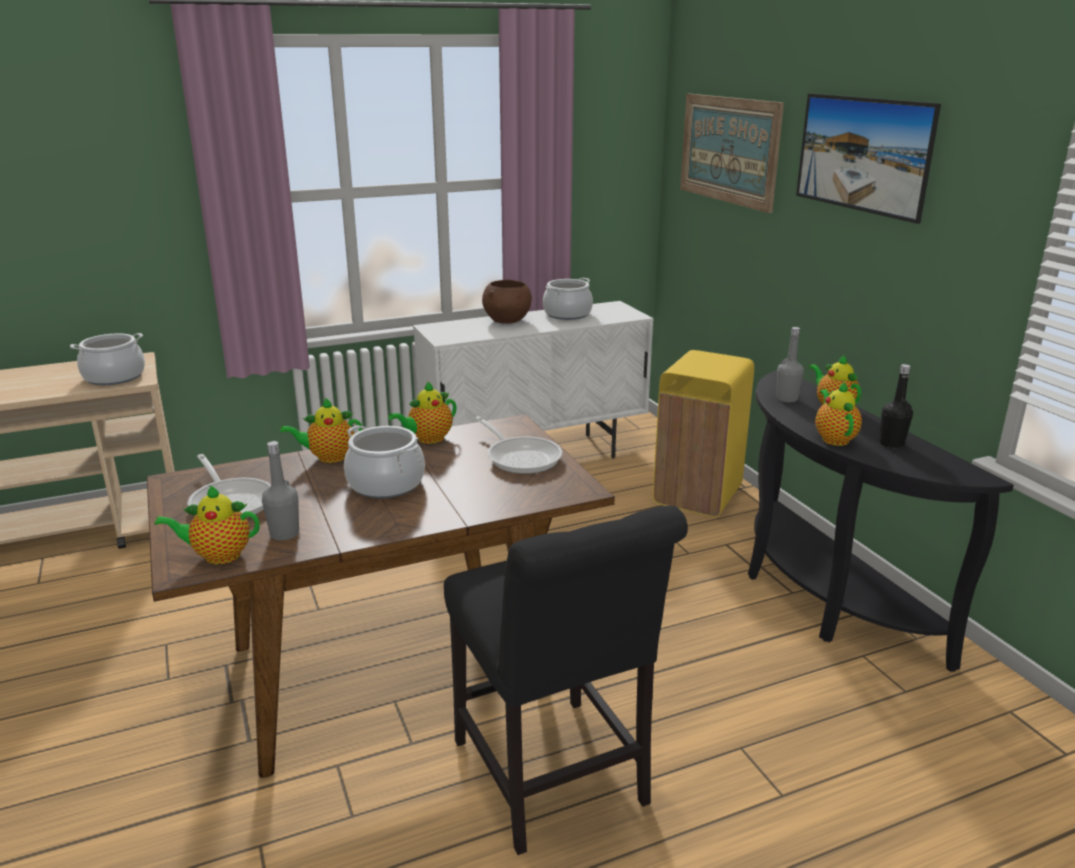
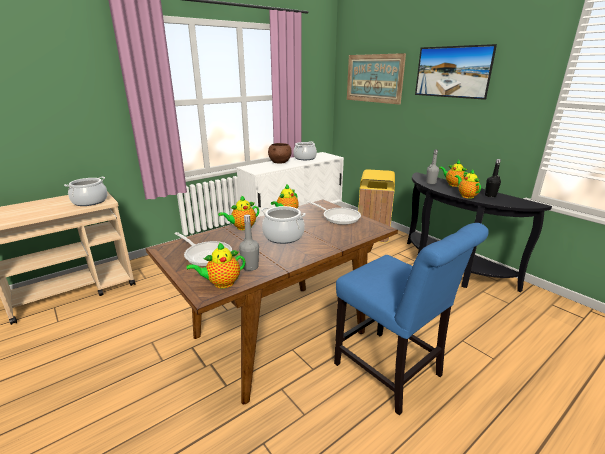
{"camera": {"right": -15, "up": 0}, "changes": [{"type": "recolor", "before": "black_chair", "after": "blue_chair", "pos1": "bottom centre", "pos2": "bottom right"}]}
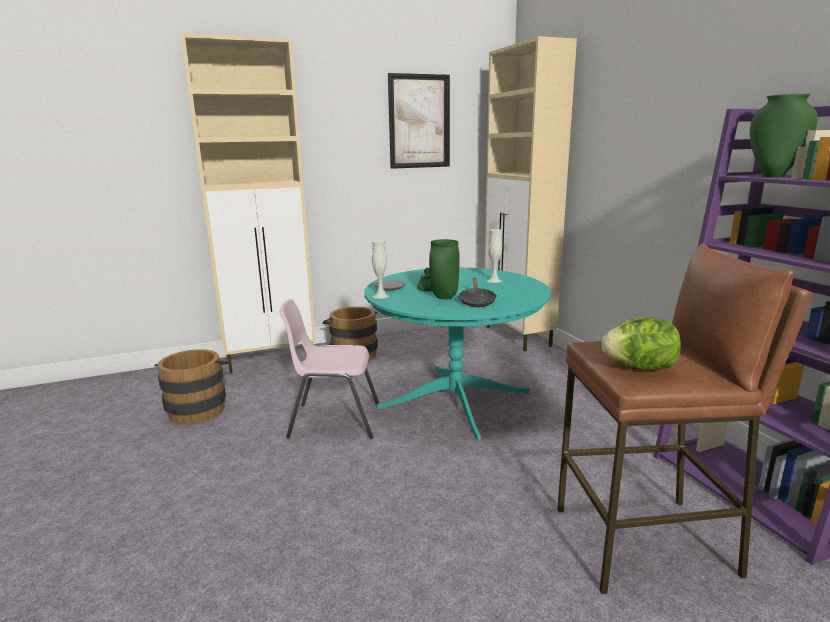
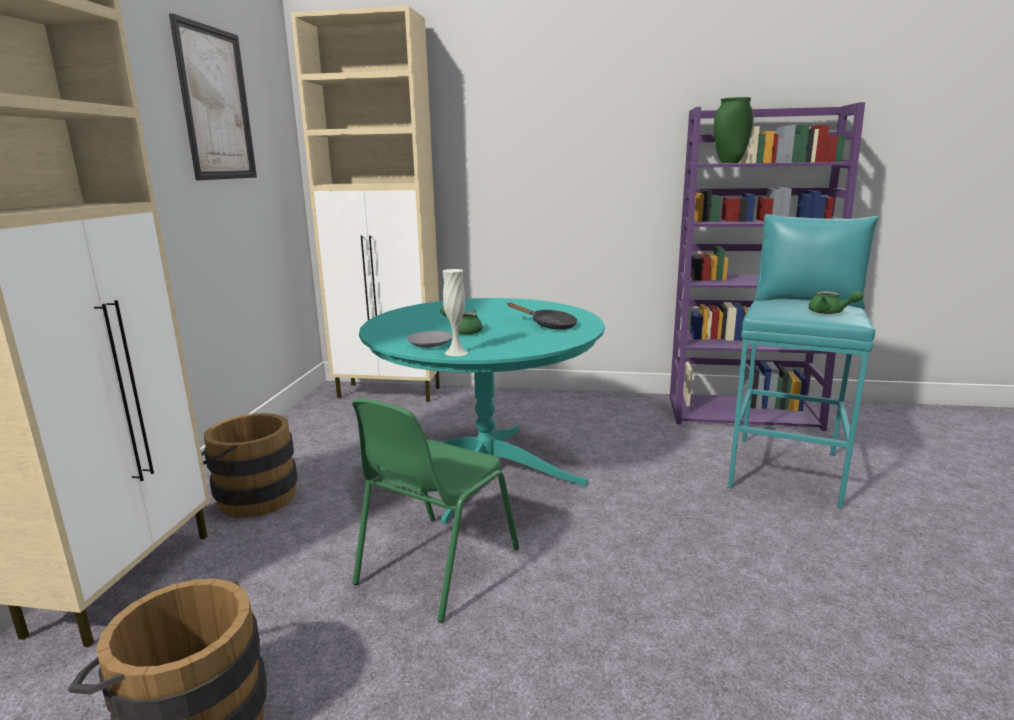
{"camera": {"right": -60, "up": 0}, "changes": [{"type": "recolor", "before": "pink_chair", "after": "green_chair", "pos1": "centre", "pos2": "bottom centre"}, {"type": "recolor", "before": "brown_stool", "after": "turquoise_stool", "pos1": "bottom right", "pos2": "middle right"}, {"type": "replace", "before": "lettuce", "after": "green_teapot (2nd from left)", "pos1": "middle right", "pos2": "middle right"}, {"type": "delete", "before": "green_vase (1st from left)", "pos1": "centre"}, {"type": "delete", "before": "white_vase (2nd from left)", "pos1": "centre"}]}
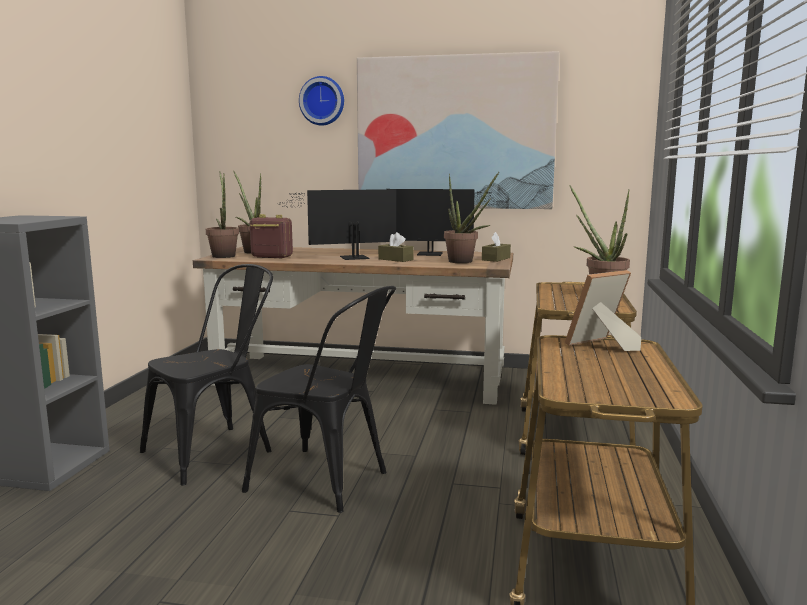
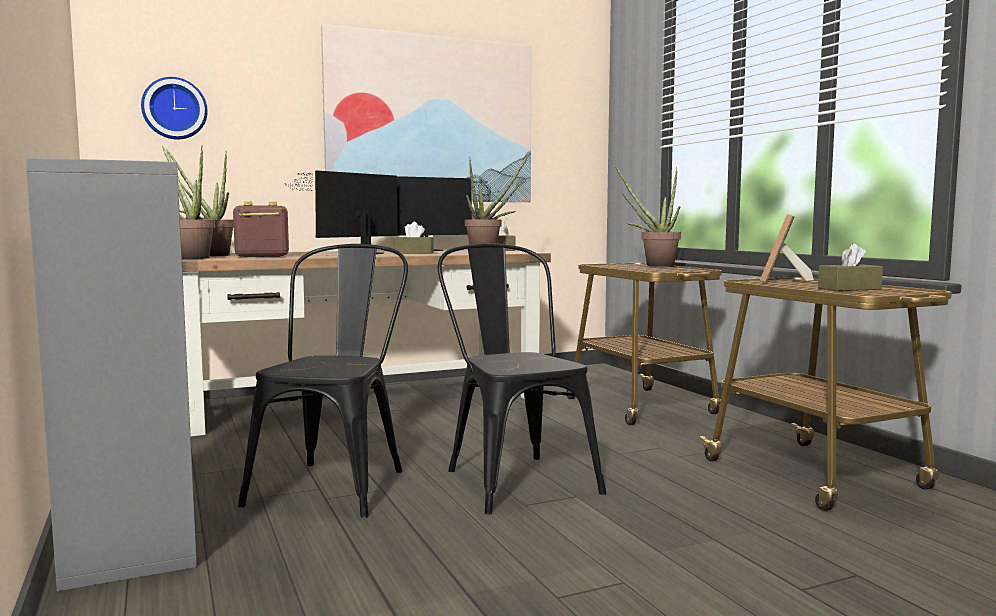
{"camera": {"right": -35, "up": -5}, "changes": [{"type": "move", "before": "wall_clock", "pos1": "top centre", "pos2": "top left"}, {"type": "rotate", "before": "black_chair (2nd from left)", "pos1": "centre", "pos2": "centre", "turn": -105}, {"type": "insert", "after": "brown_tissue_box (3rd from left)", "pos2": "middle right"}]}
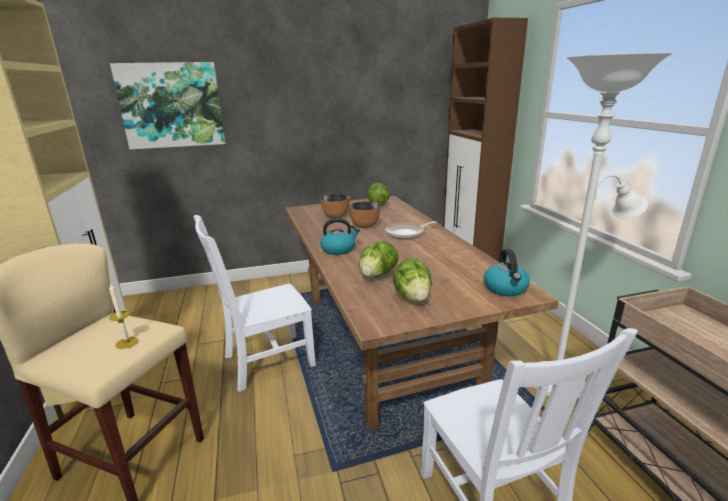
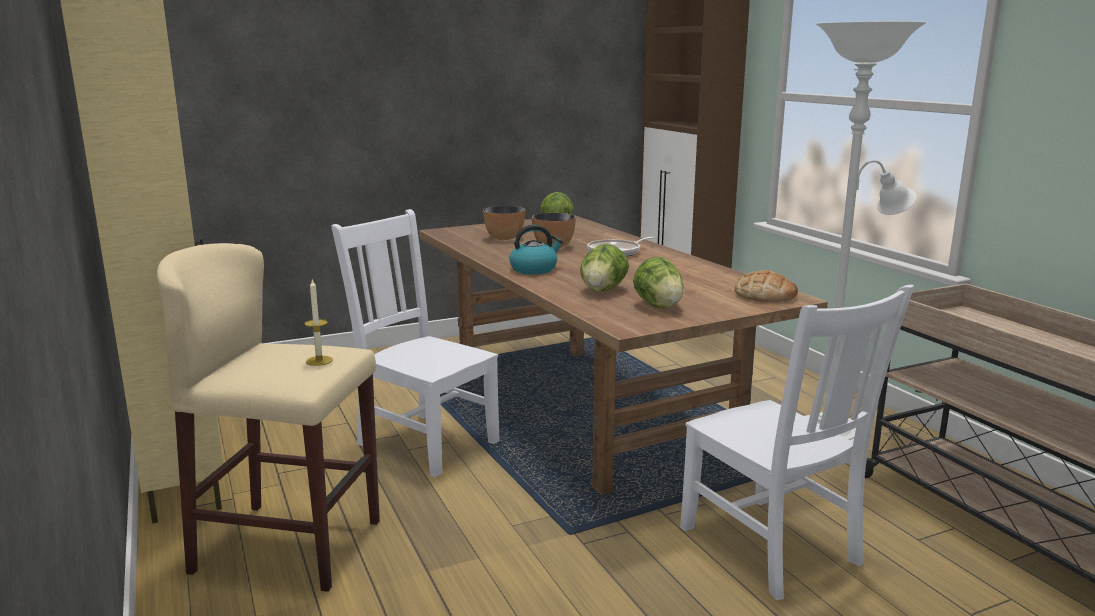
{"camera": {"right": -10, "up": -5}, "changes": [{"type": "rotate", "before": "white_chair (1st from left)", "pos1": "centre", "pos2": "centre", "turn": 75}, {"type": "replace", "before": "kettle (2nd from left)", "after": "bread", "pos1": "middle right", "pos2": "middle right"}, {"type": "delete", "before": "picture", "pos1": "top left"}]}
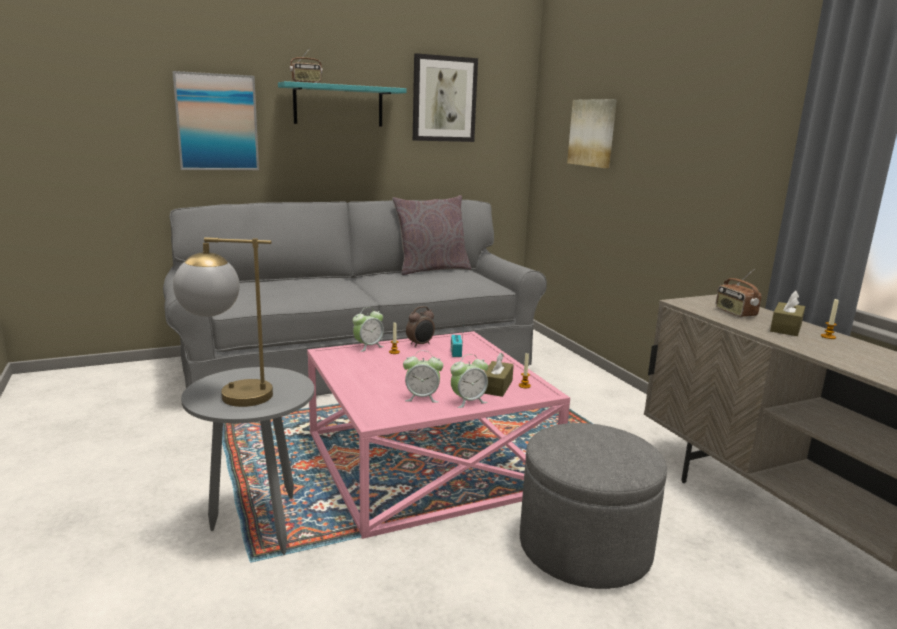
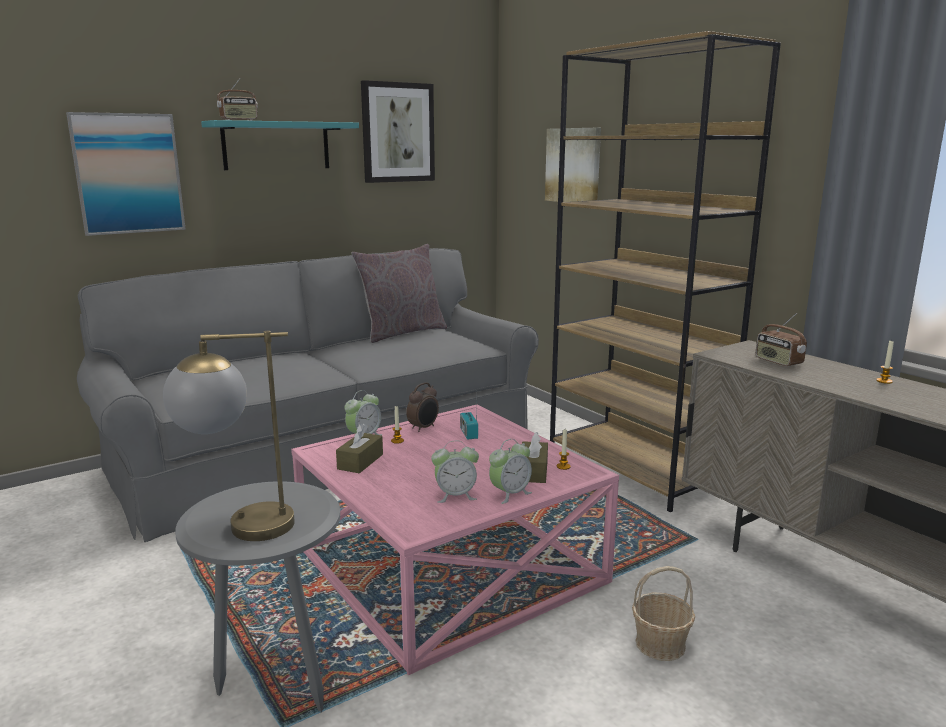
{"camera": {"right": -10, "up": 0}, "changes": [{"type": "move", "before": "brown_tissue_box (2nd from left in the first image)", "after": "brown_tissue_box (1st from left)", "pos1": "middle right", "pos2": "centre"}, {"type": "insert", "after": "brown_bookcase", "pos2": "middle right"}, {"type": "replace", "before": "grey_ottoman", "after": "basket", "pos1": "bottom centre", "pos2": "bottom right"}]}
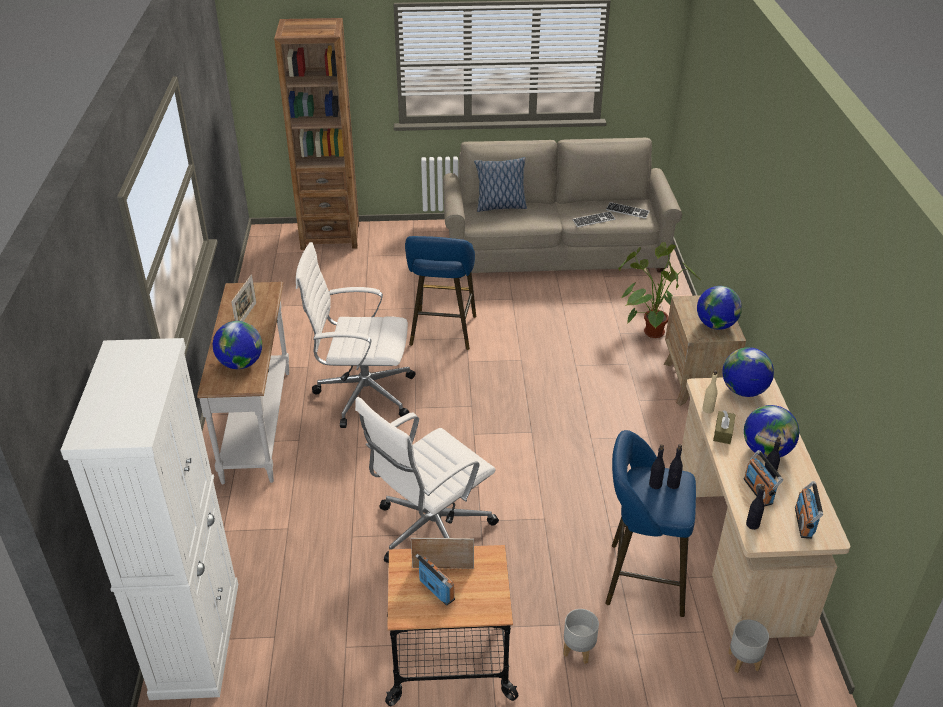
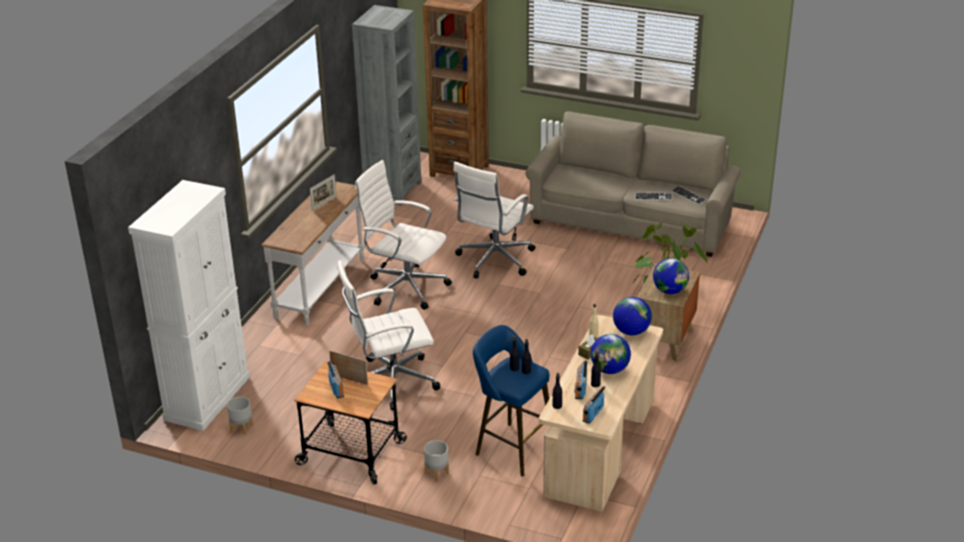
{"camera": {"right": 25, "up": -5}, "changes": [{"type": "move", "before": "grey_planter (2nd from left in the first image)", "after": "grey_planter (1st from left)", "pos1": "bottom right", "pos2": "bottom left"}, {"type": "insert", "after": "grey_bookcase", "pos2": "top centre"}, {"type": "replace", "before": "blue_stool (1st from left)", "after": "white_office_chair (3rd from left)", "pos1": "centre", "pos2": "centre"}, {"type": "delete", "before": "globe (1st from left)", "pos1": "middle left"}, {"type": "delete", "before": "pillow", "pos1": "top centre"}]}
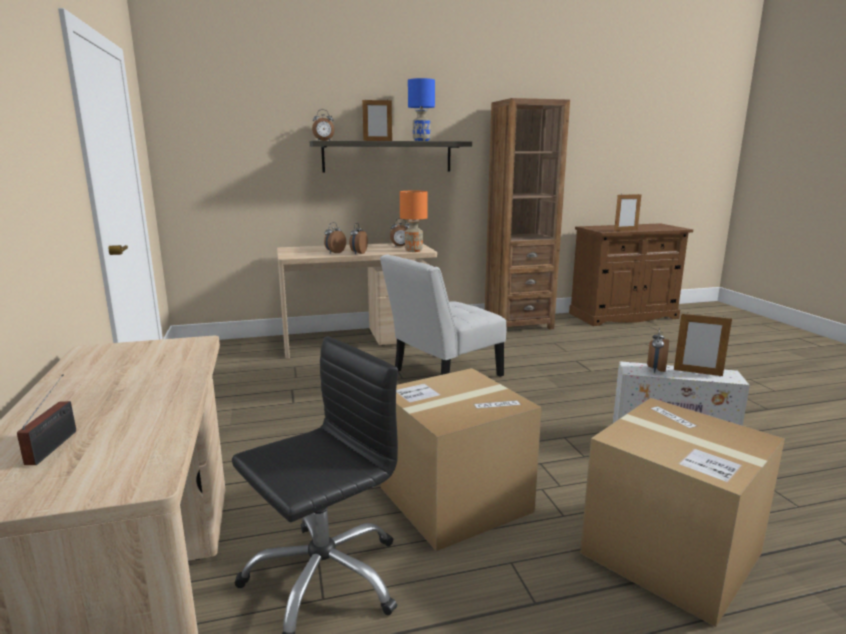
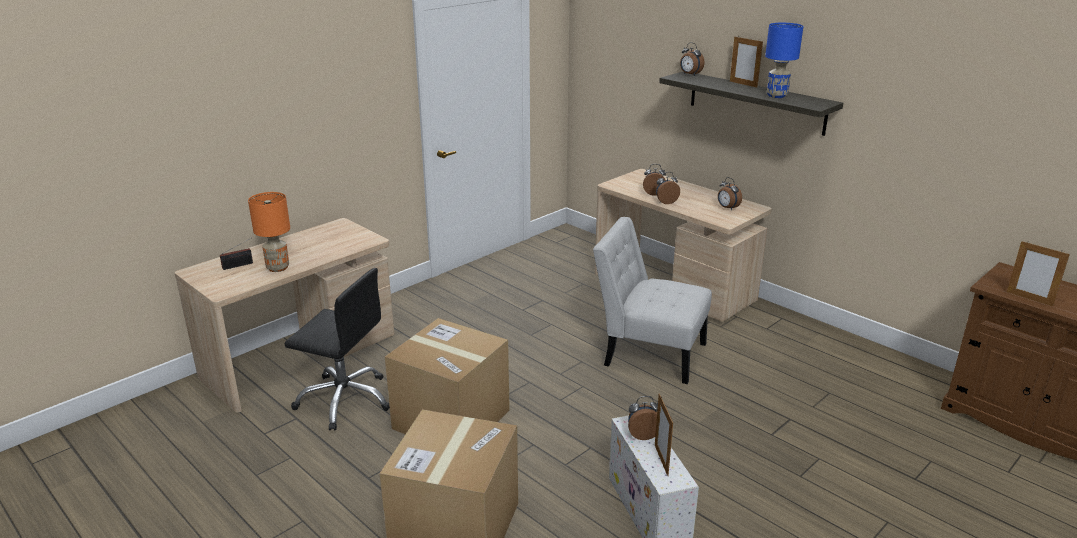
{"camera": {"right": 60, "up": 10}, "changes": [{"type": "move", "before": "orange_table_lamp", "pos1": "centre", "pos2": "middle left"}, {"type": "delete", "before": "brown_bookcase", "pos1": "centre"}]}
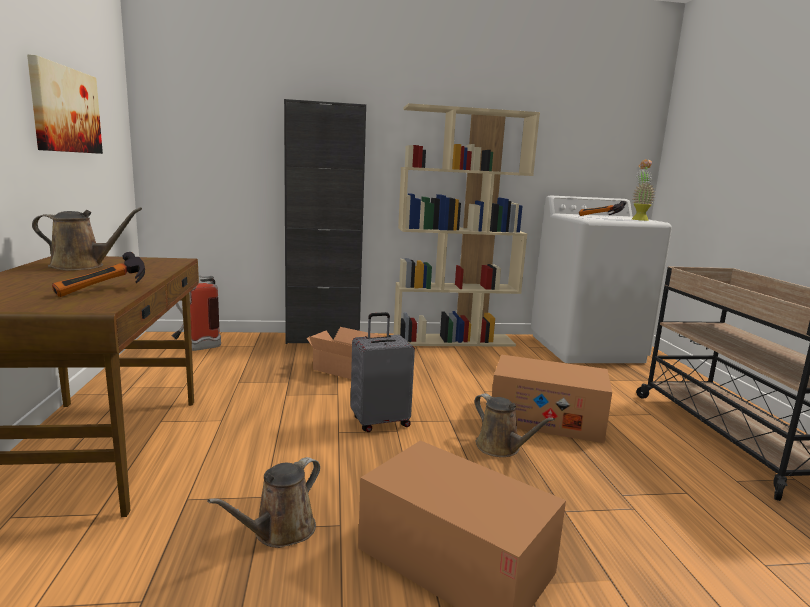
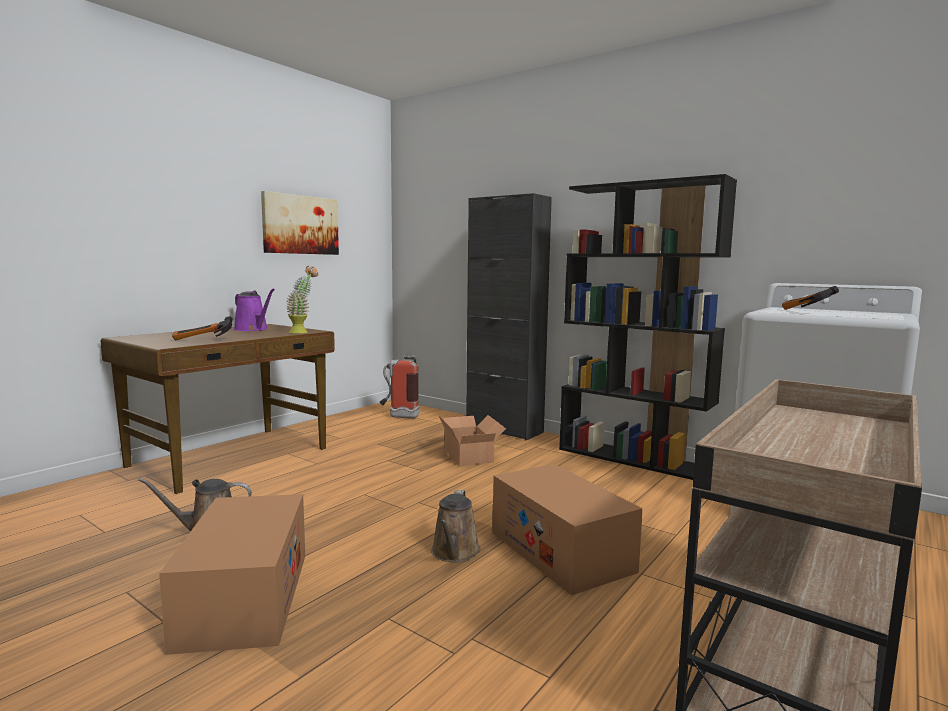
{"camera": {"right": 45, "up": -5}, "changes": [{"type": "recolor", "before": "brown_watering_can (1st from left)", "after": "purple_watering_can", "pos1": "middle left", "pos2": "middle left"}, {"type": "move", "before": "potted_plant", "pos1": "top right", "pos2": "middle left"}, {"type": "recolor", "before": "beige_bookcase", "after": "black_bookcase", "pos1": "centre", "pos2": "middle right"}, {"type": "delete", "before": "grey_suitcase", "pos1": "centre"}]}
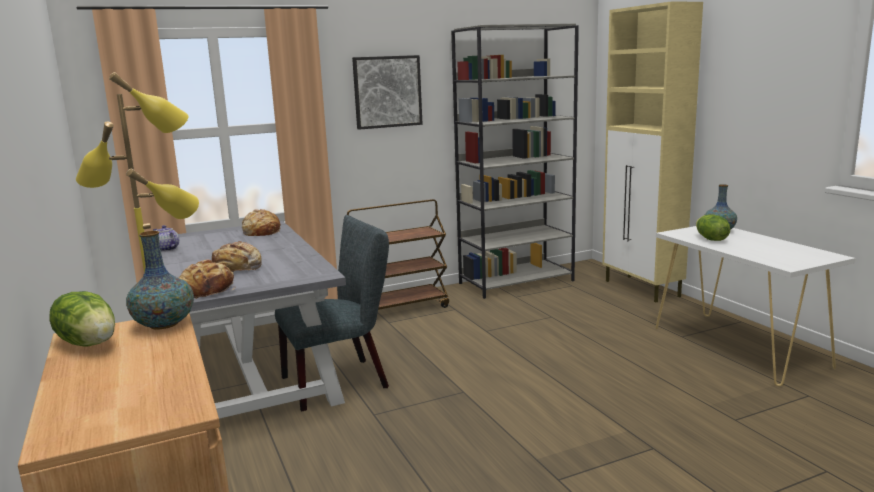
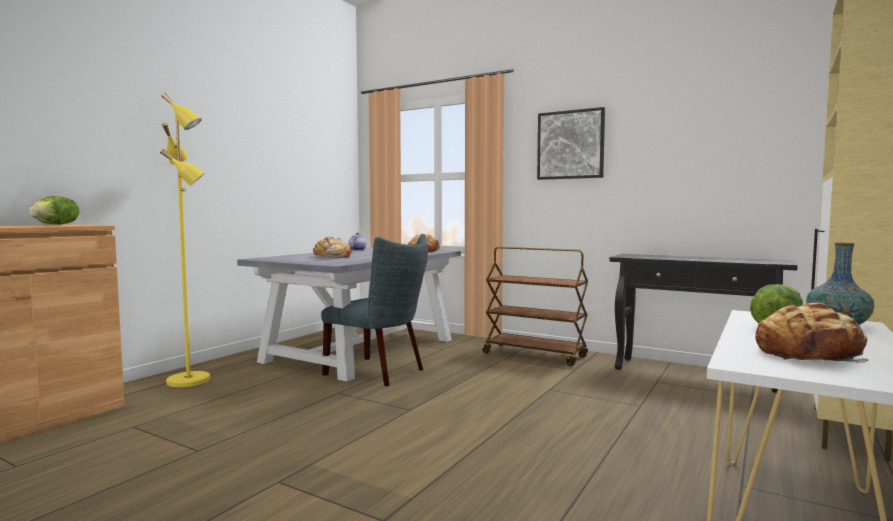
{"camera": {"right": 55, "up": -10}, "changes": [{"type": "replace", "before": "grey_bookcase", "after": "black_console_table", "pos1": "top centre", "pos2": "middle right"}, {"type": "move", "before": "bread (1st from left in the first image)", "after": "bread (3rd from left)", "pos1": "middle left", "pos2": "middle right"}, {"type": "delete", "before": "vase (1st from left)", "pos1": "middle left"}]}
